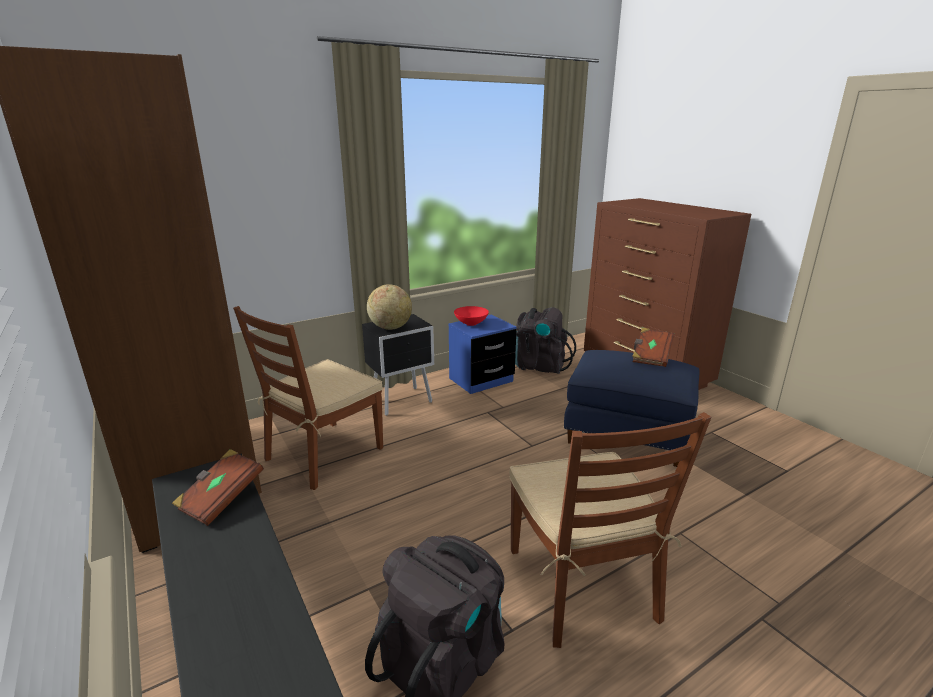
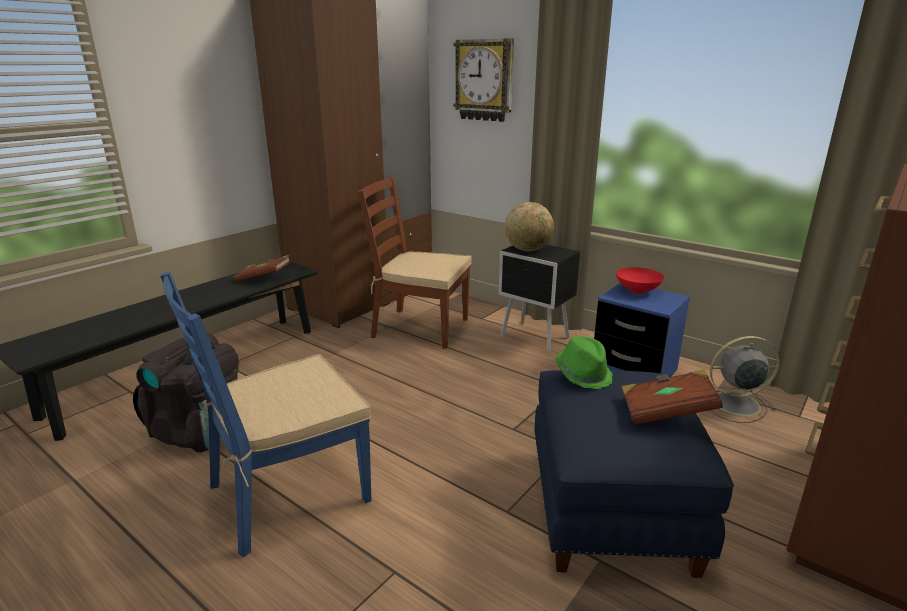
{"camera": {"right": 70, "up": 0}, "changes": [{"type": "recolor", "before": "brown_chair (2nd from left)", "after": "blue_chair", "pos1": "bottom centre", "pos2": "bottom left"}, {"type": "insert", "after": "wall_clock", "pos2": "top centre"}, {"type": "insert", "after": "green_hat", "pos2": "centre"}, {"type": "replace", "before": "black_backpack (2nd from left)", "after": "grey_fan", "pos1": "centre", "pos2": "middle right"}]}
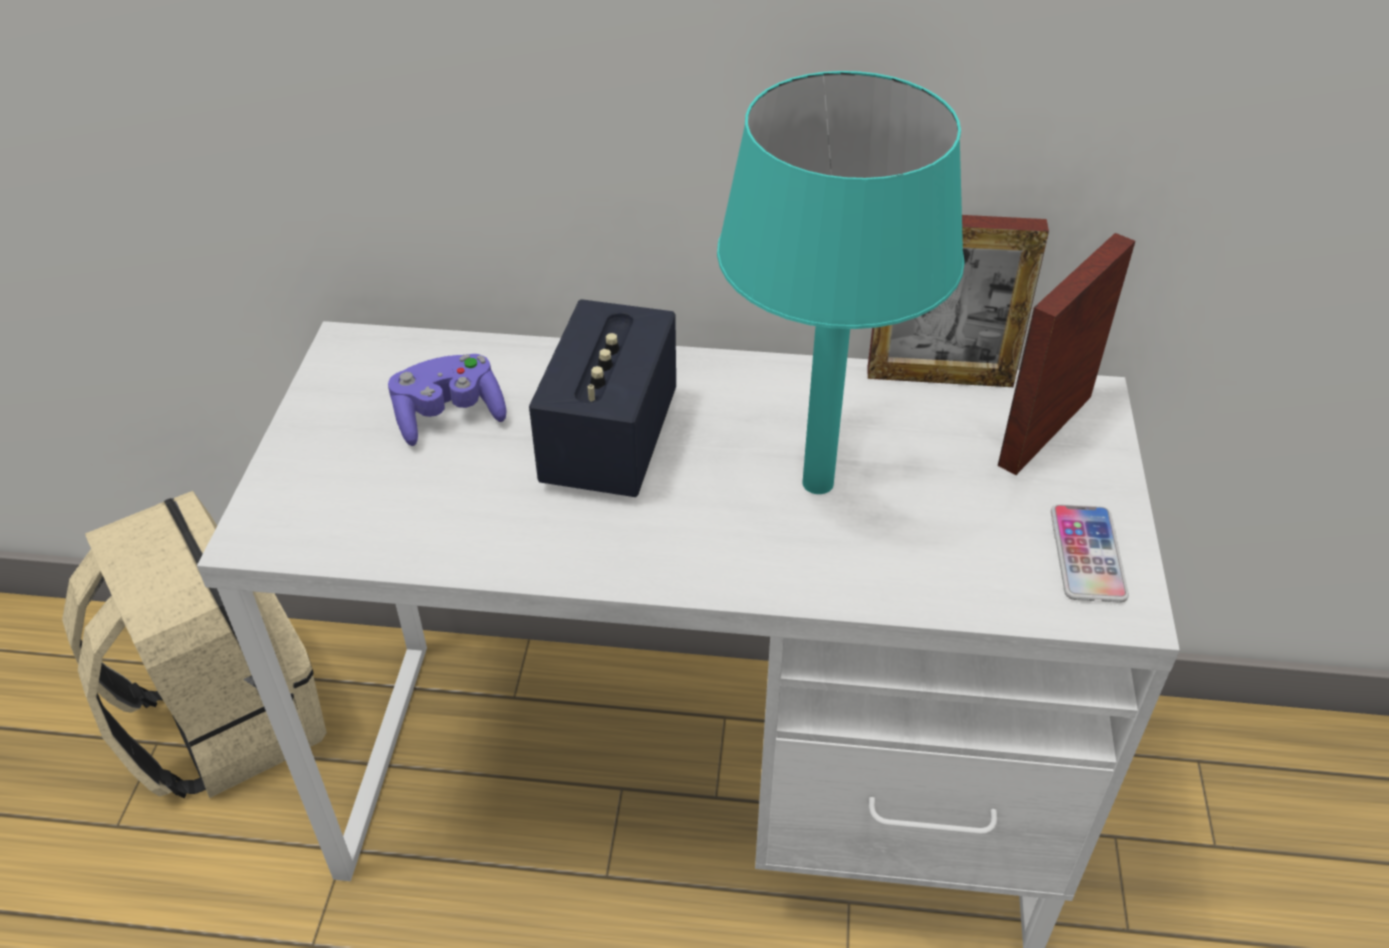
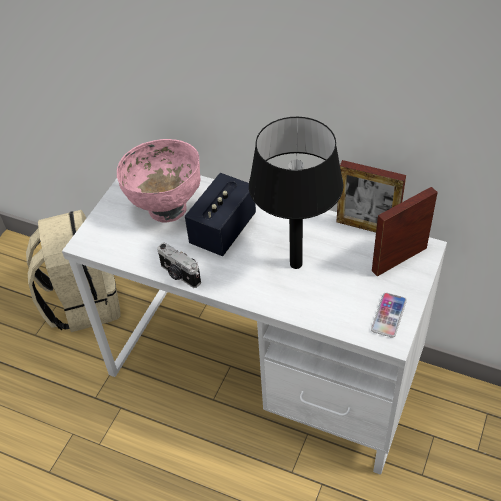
{"camera": {"right": 20, "up": 5}, "changes": [{"type": "replace", "before": "purple_game_controller", "after": "pink_bowl", "pos1": "middle left", "pos2": "middle left"}, {"type": "insert", "after": "photo_camera", "pos2": "centre"}, {"type": "recolor", "before": "turquoise_table_lamp", "after": "black_table_lamp", "pos1": "top centre", "pos2": "centre"}]}
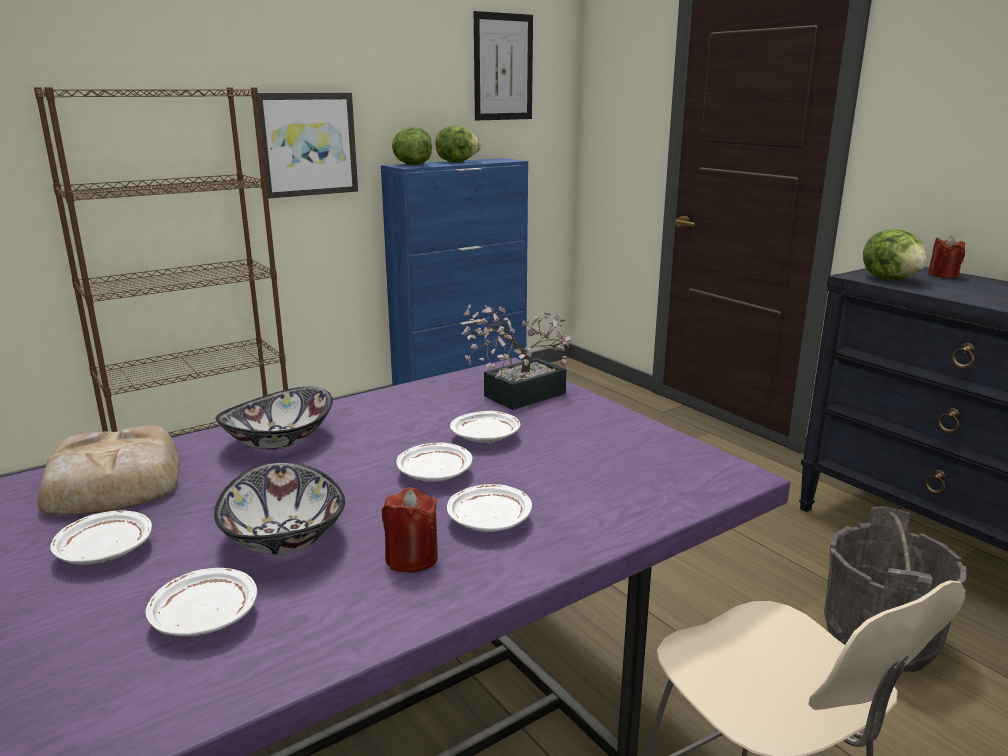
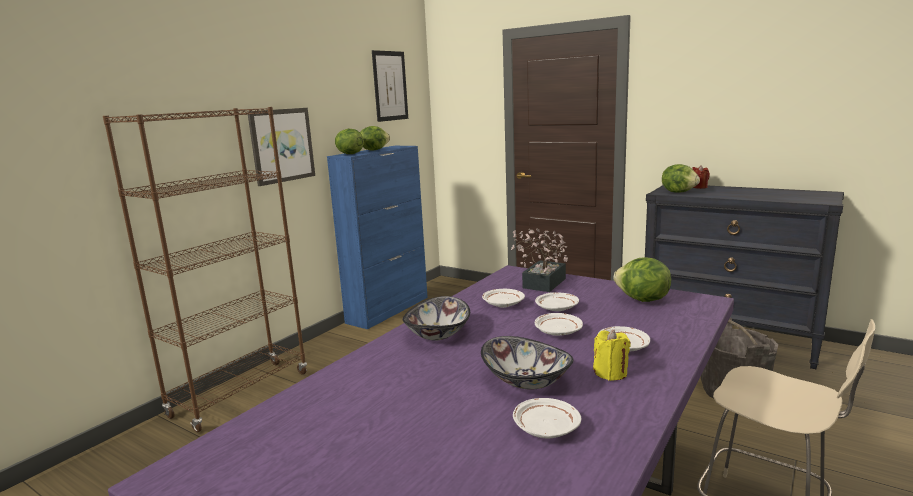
{"camera": {"right": -20, "up": -5}, "changes": [{"type": "move", "before": "white_plate (1st from left)", "pos1": "bottom left", "pos2": "centre"}, {"type": "recolor", "before": "red_candle (1st from left)", "after": "yellow_candle", "pos1": "bottom centre", "pos2": "bottom right"}, {"type": "insert", "after": "lettuce (3rd from left)", "pos2": "middle right"}, {"type": "delete", "before": "bread", "pos1": "middle left"}]}
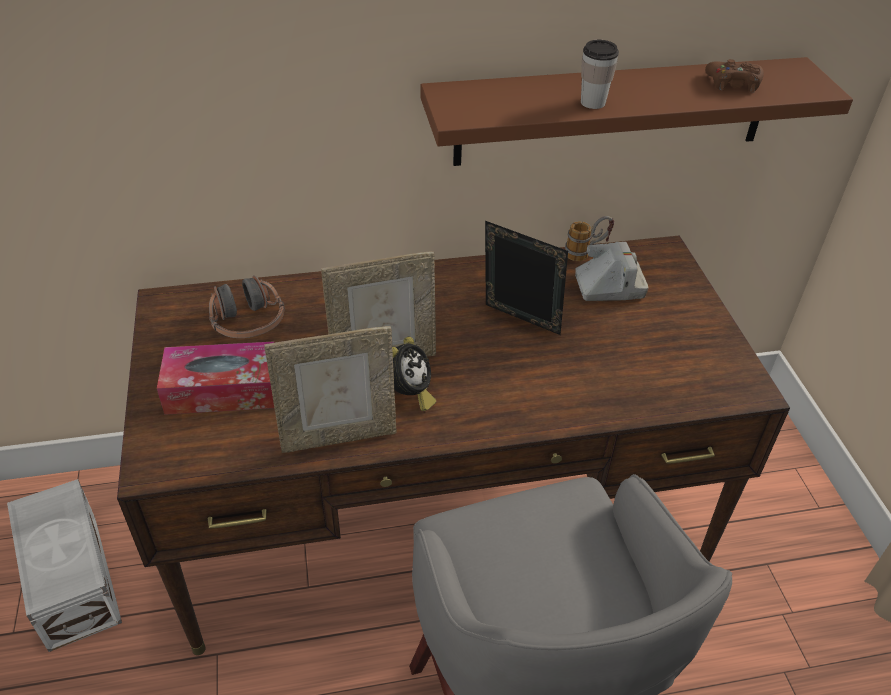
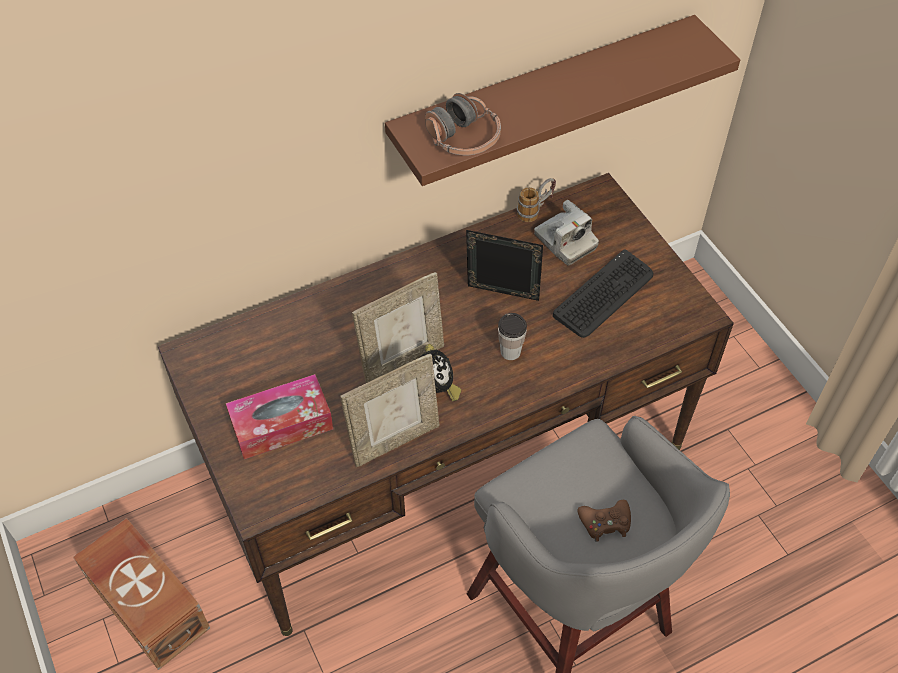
{"camera": {"right": -15, "up": 10}, "changes": [{"type": "recolor", "before": "white_storage_box", "after": "brown_storage_box", "pos1": "bottom left", "pos2": "bottom left"}, {"type": "move", "before": "headphones", "pos1": "middle left", "pos2": "top centre"}, {"type": "move", "before": "cup", "pos1": "top right", "pos2": "centre"}, {"type": "rotate", "before": "photo_camera", "pos1": "middle right", "pos2": "centre", "turn": 75}, {"type": "insert", "after": "keyboard", "pos2": "middle right"}, {"type": "move", "before": "brown_game_controller", "pos1": "top right", "pos2": "bottom right"}]}
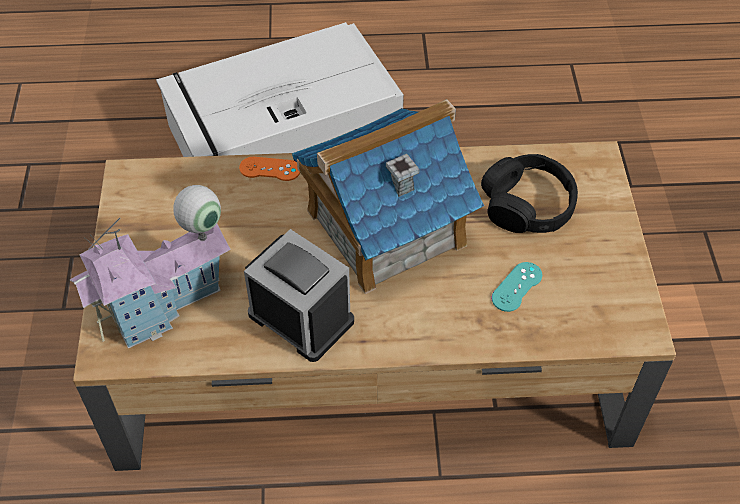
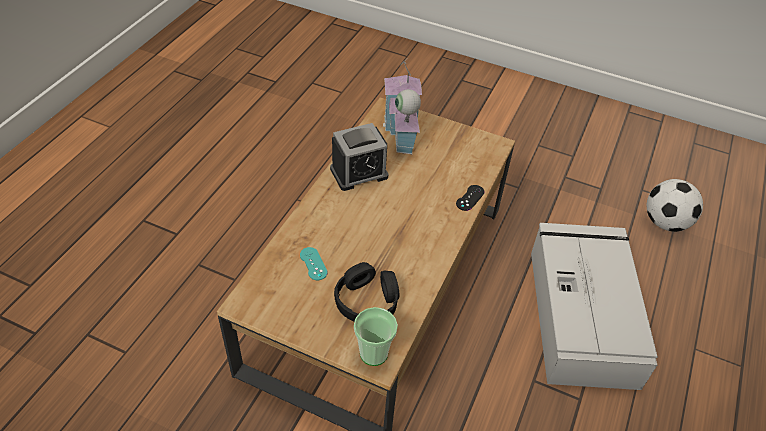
{"camera": {"right": 115, "up": -5}, "changes": [{"type": "insert", "after": "cup", "pos2": "bottom centre"}, {"type": "recolor", "before": "orange_game_controller", "after": "black_game_controller", "pos1": "centre", "pos2": "centre"}, {"type": "insert", "after": "football", "pos2": "middle right"}, {"type": "delete", "before": "toy_house (2nd from left)", "pos1": "centre"}]}
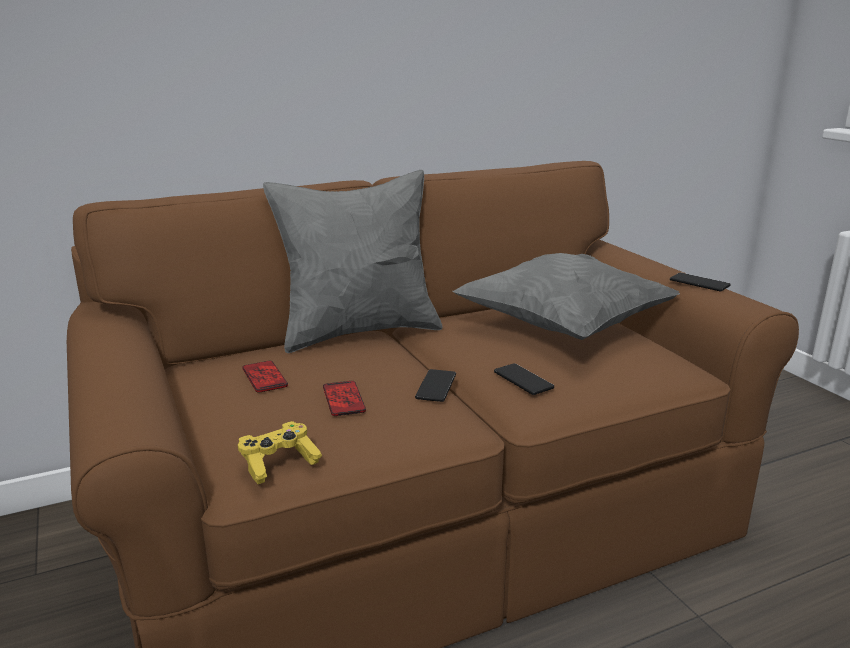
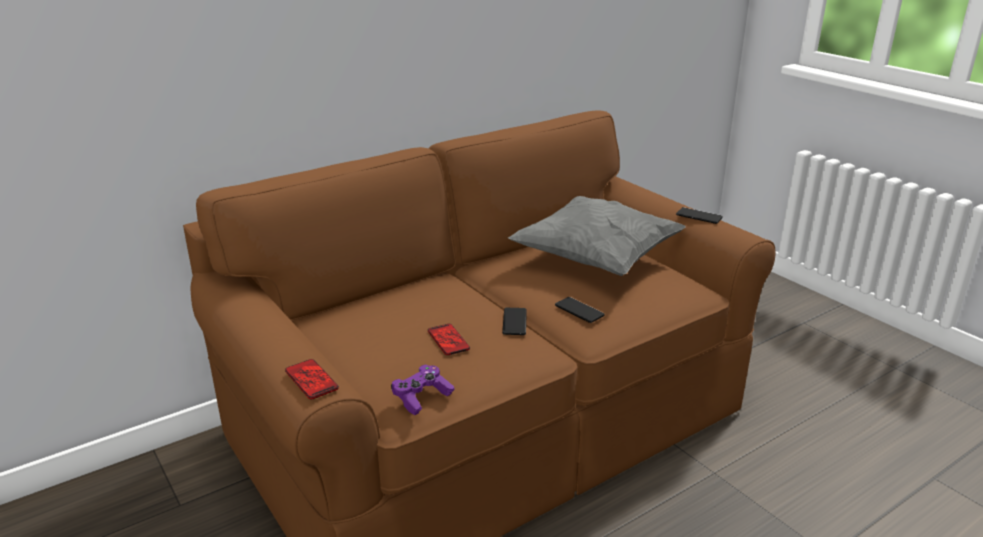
{"camera": {"right": -10, "up": 5}, "changes": [{"type": "move", "before": "phone (1st from left)", "pos1": "middle left", "pos2": "bottom left"}, {"type": "recolor", "before": "yellow_game_controller", "after": "purple_game_controller", "pos1": "bottom left", "pos2": "bottom centre"}, {"type": "delete", "before": "grey_pillow (1st from left)", "pos1": "centre"}]}
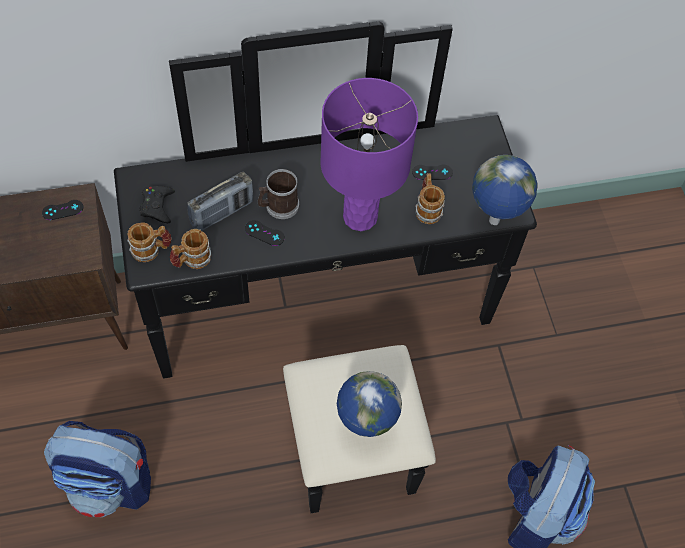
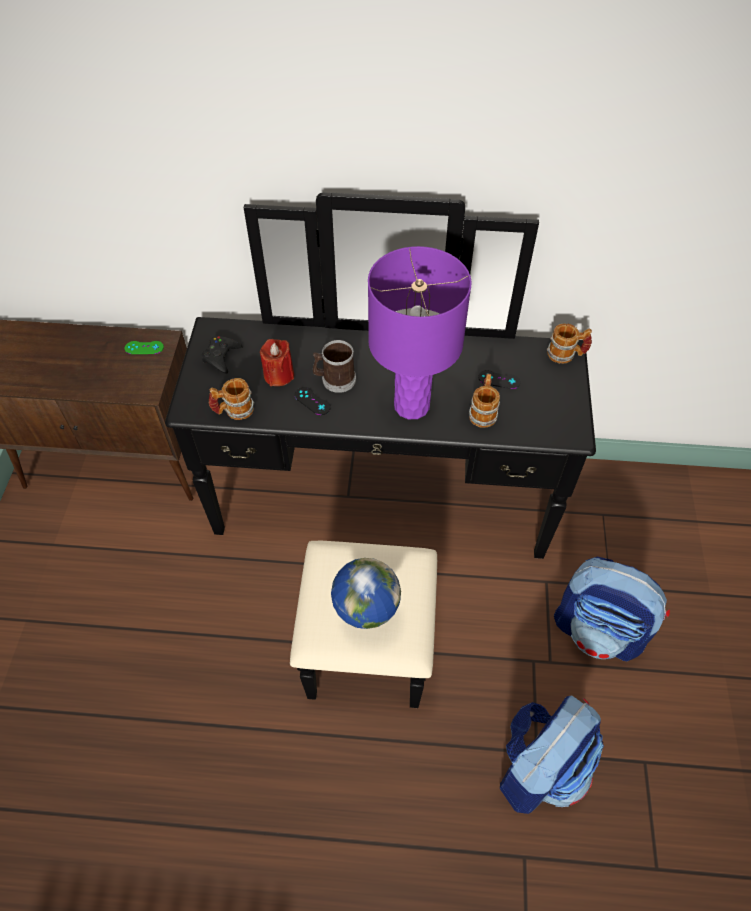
{"camera": {"right": 20, "up": -5}, "changes": [{"type": "recolor", "before": "black_game_controller (1st from left)", "after": "green_game_controller", "pos1": "middle left", "pos2": "middle left"}, {"type": "replace", "before": "radio", "after": "red_candle", "pos1": "middle left", "pos2": "centre"}, {"type": "move", "before": "mug (1st from left in the first image)", "after": "mug (4th from left)", "pos1": "middle left", "pos2": "middle right"}, {"type": "move", "before": "backpack (1st from left in the first image)", "after": "backpack (2nd from left)", "pos1": "bottom left", "pos2": "bottom right"}, {"type": "delete", "before": "globe (2nd from left)", "pos1": "middle right"}]}
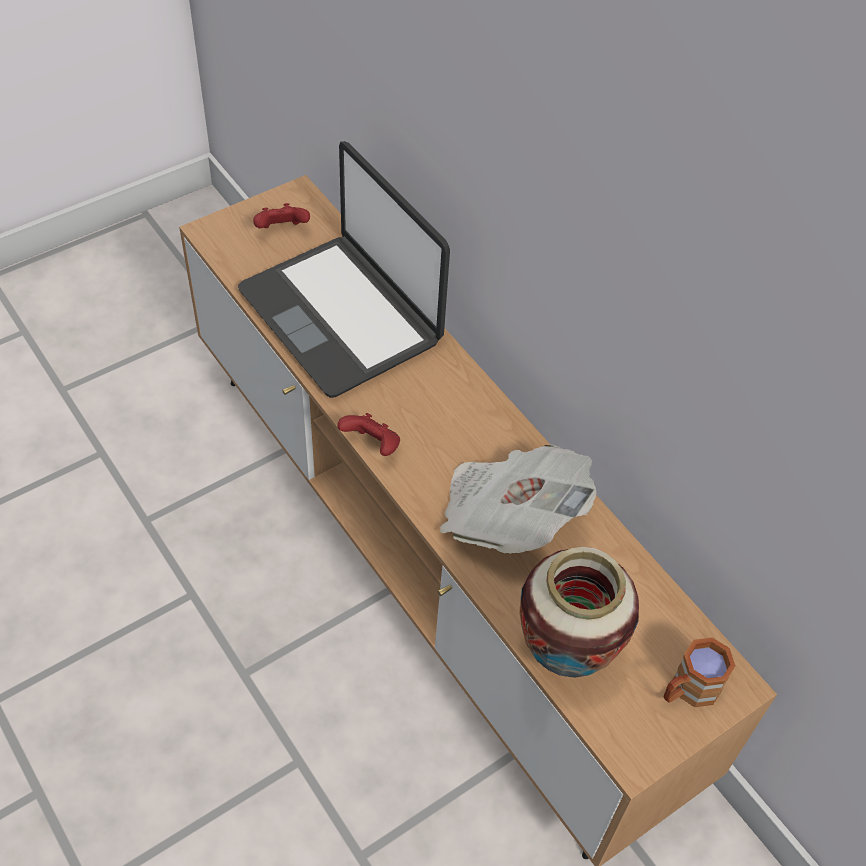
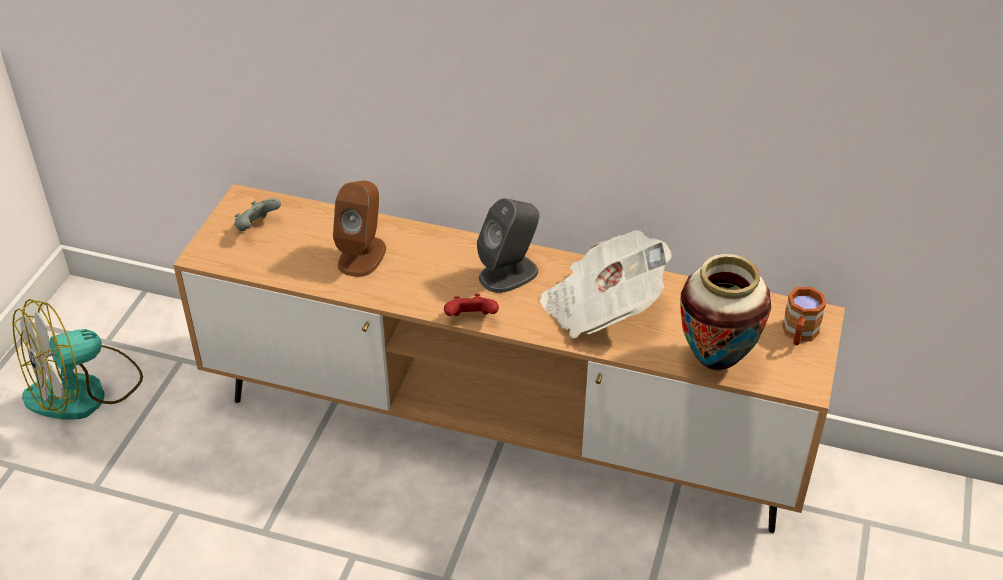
{"camera": {"right": -35, "up": -10}, "changes": [{"type": "insert", "after": "fan", "pos2": "middle left"}, {"type": "recolor", "before": "red_game_controller (1st from left)", "after": "grey_game_controller", "pos1": "top left", "pos2": "middle left"}, {"type": "replace", "before": "laptop", "after": "brown_speaker", "pos1": "top centre", "pos2": "centre"}, {"type": "insert", "after": "grey_speaker", "pos2": "centre"}]}
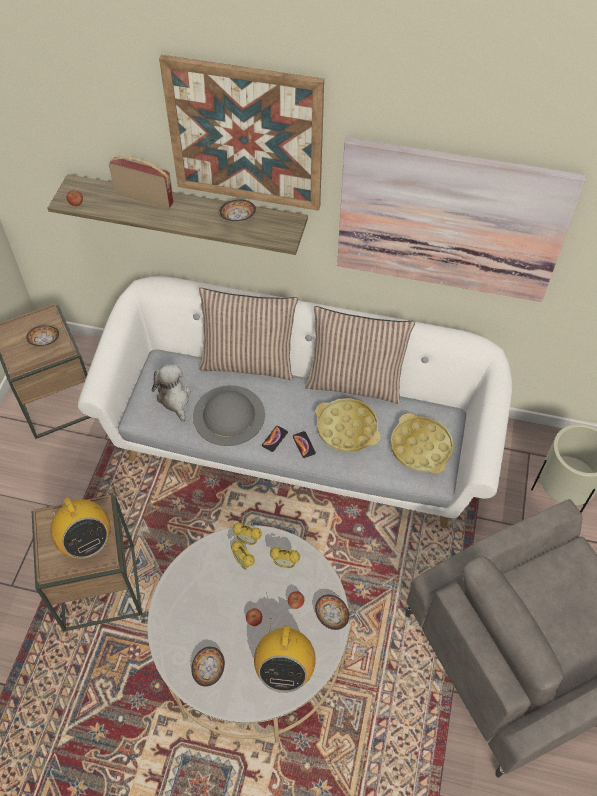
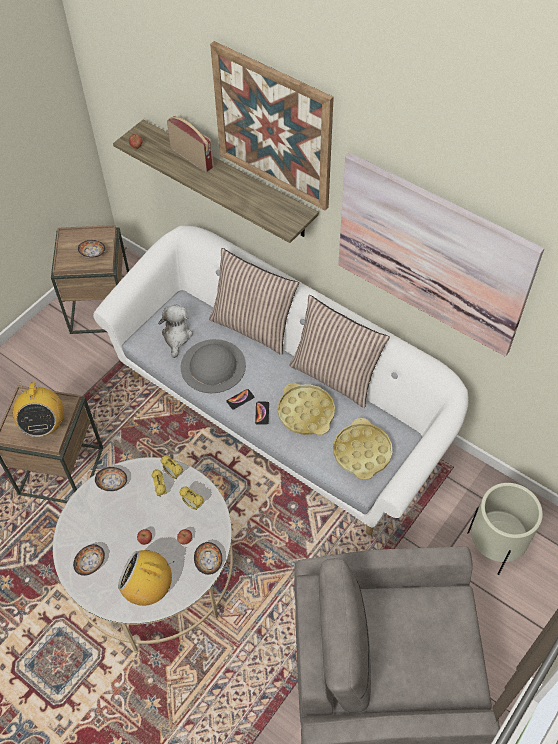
{"camera": {"right": 25, "up": 0}, "changes": [{"type": "move", "before": "bowl (3rd from left)", "pos1": "top centre", "pos2": "middle left"}, {"type": "rotate", "before": "radio (3rd from left in the first image)", "pos1": "bottom centre", "pos2": "bottom left", "turn": 75}]}
